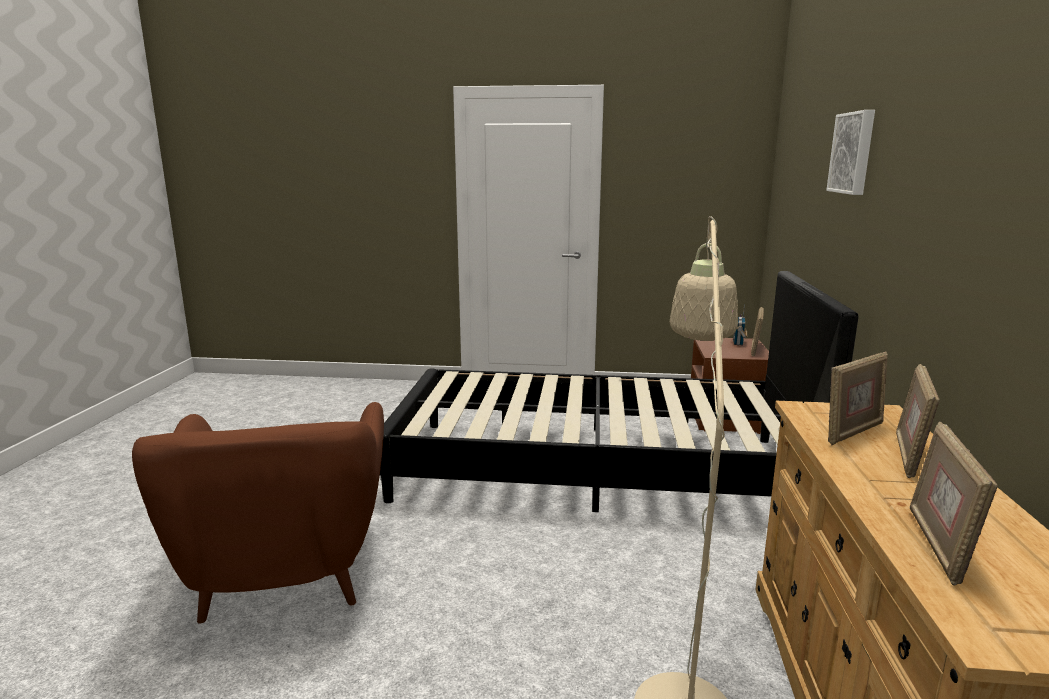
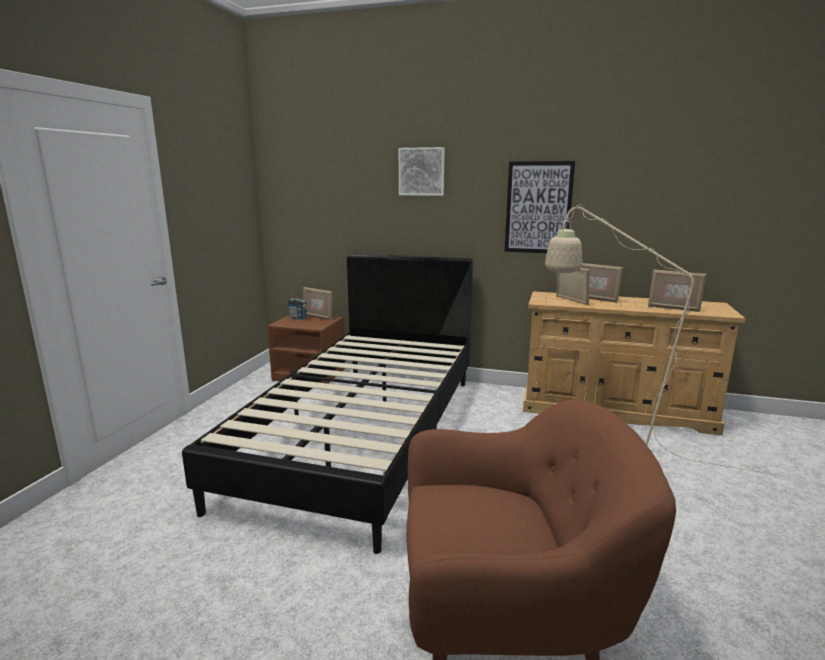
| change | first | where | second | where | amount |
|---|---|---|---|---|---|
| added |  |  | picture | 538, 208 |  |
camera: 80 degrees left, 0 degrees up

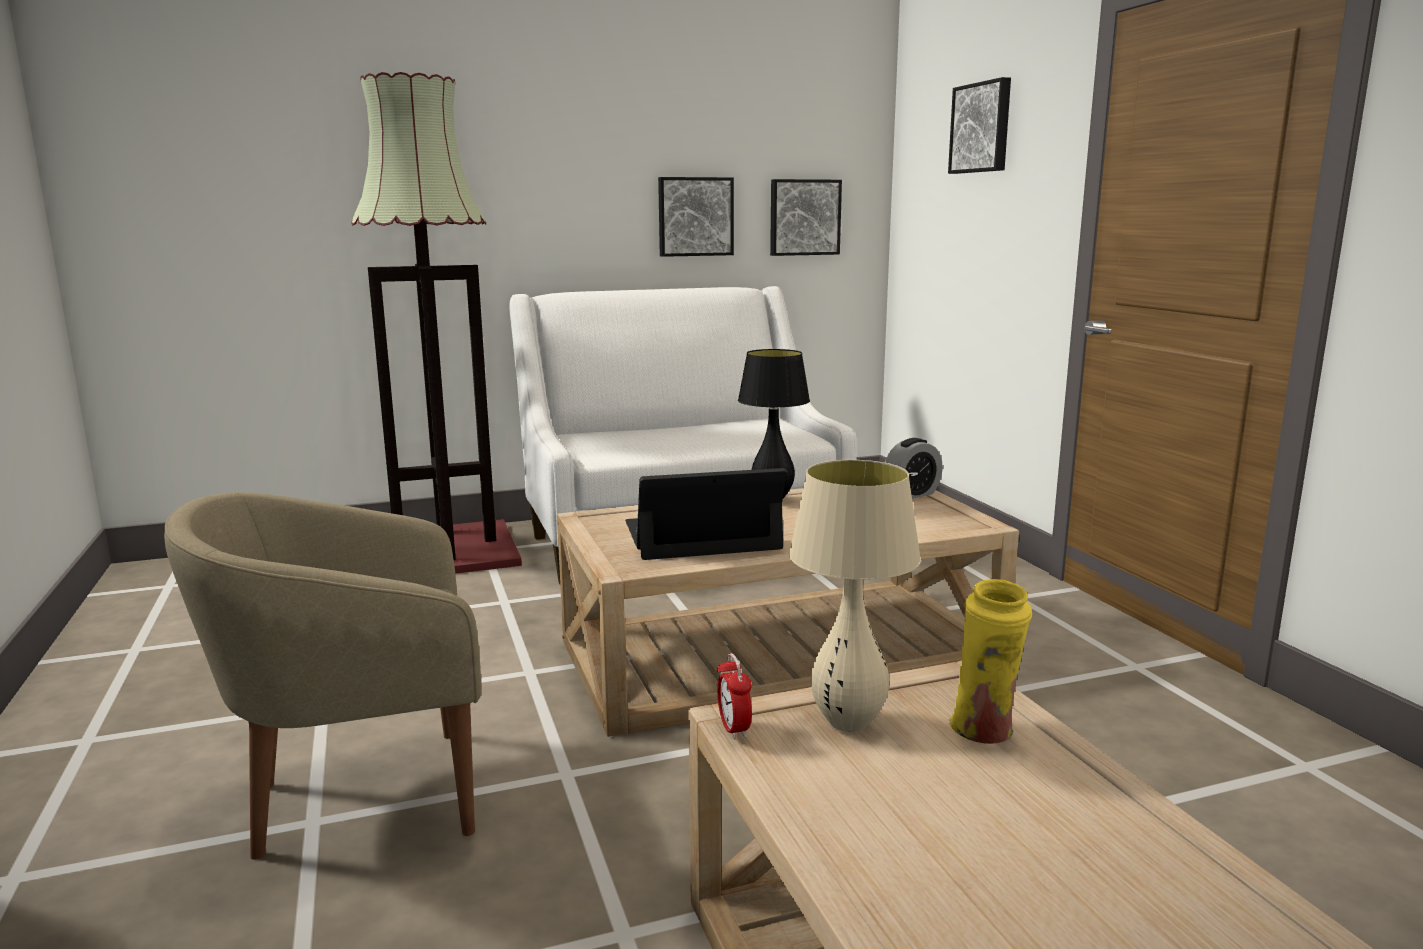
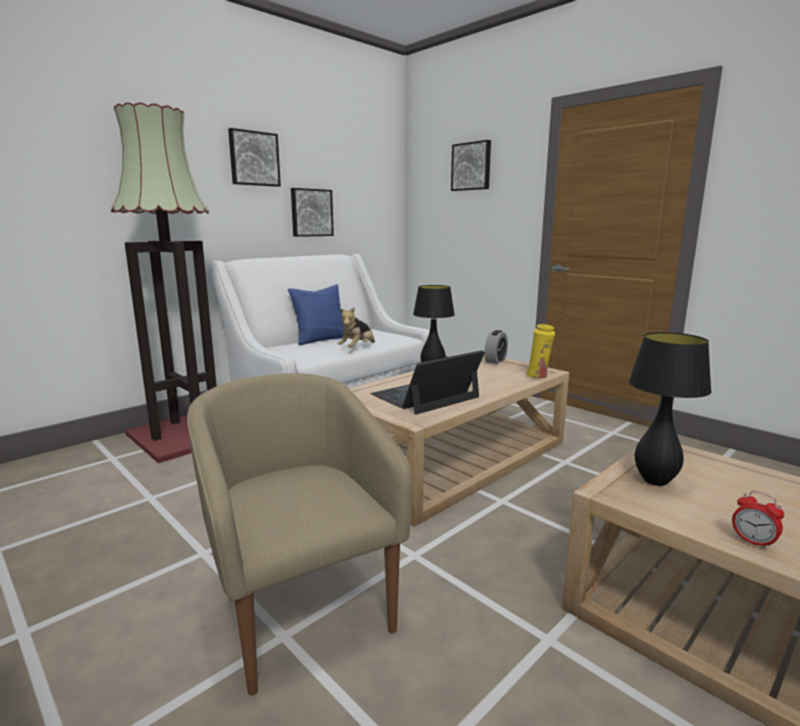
| change | first | where | second | where | amount |
|---|---|---|---|---|---|
| added |  |  | blue pillow | 321, 339 |  |
| added |  |  | soft toy | 357, 348 |  |
| moved | table clock | 734, 729 |  | 753, 542 |  |
| moved | picture | 804, 217 |  | 254, 158 |  |
| moved | yellow decorative vase | 985, 732 |  | 538, 376 |  |
| recoloured | sand-coloured tabletop lamp | 847, 724 | black tabletop lamp | 655, 481 |  |
| turned | sand-coloured lounge chair | 359, 799 |  | 300, 610 | 105 degrees clockwise |
camera: 25 degrees left, 0 degrees up

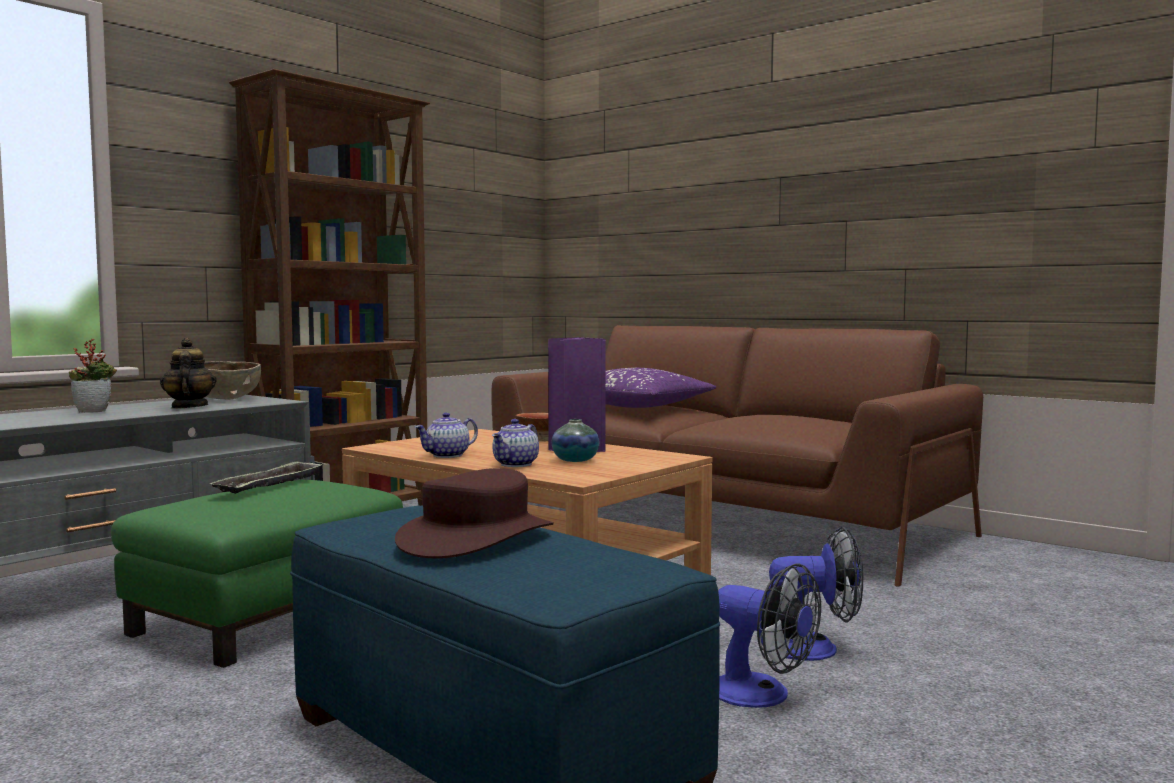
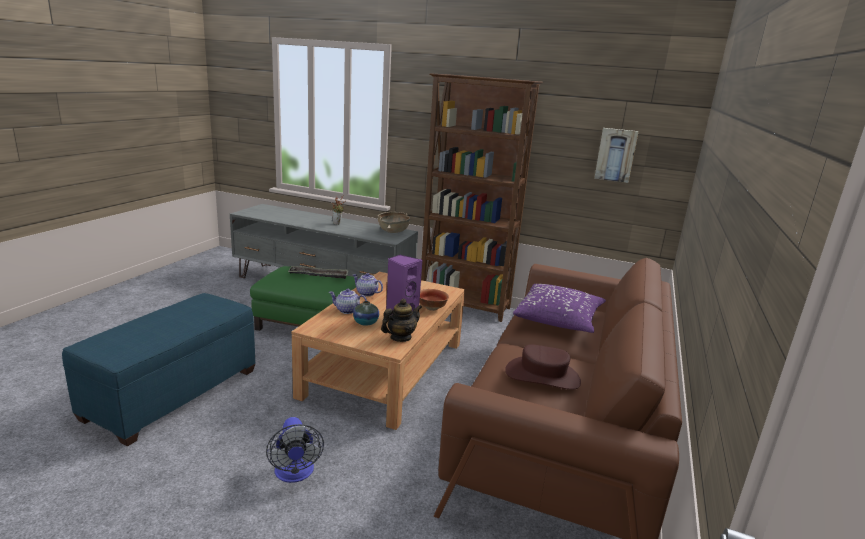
| change | first | where | second | where | amount |
|---|---|---|---|---|---|
| removed | electric fan | 761, 695 |  |  |  |
| added |  |  | picture | 616, 155 |  |
| moved | tea pot | 188, 407 |  | 400, 337 |  |
| moved | brown-coloured clothing hat | 476, 538 |  | 542, 375 |  |
camera: 70 degrees right, 15 degrees up

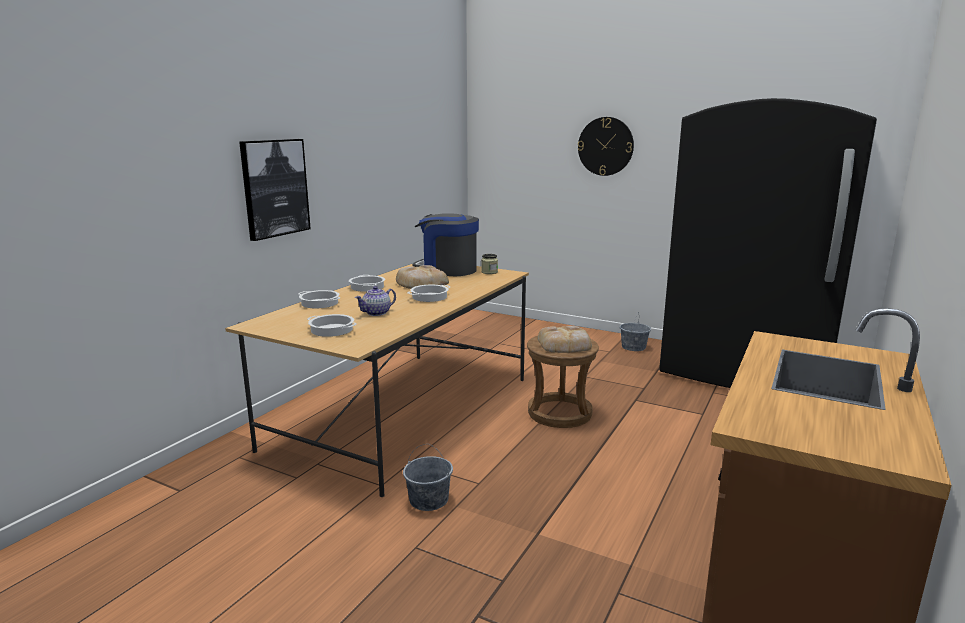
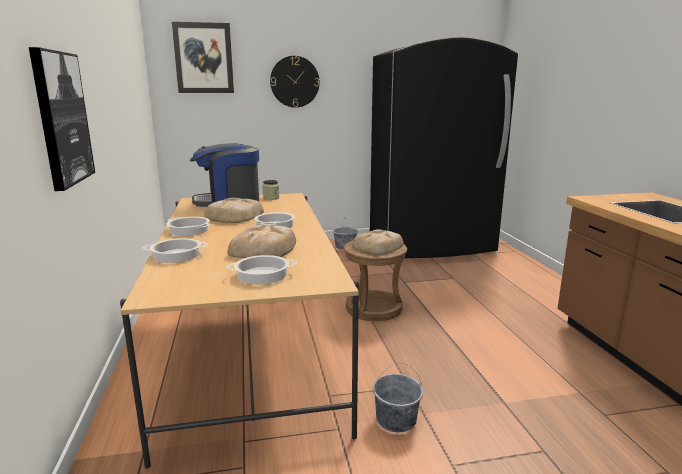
| change | first | where | second | where | amount |
|---|---|---|---|---|---|
| added |  |  | picture | 204, 58 |  |
| replaced | tea pot | 377, 313 | baked bread | 264, 249 |  |
camera: 40 degrees left, 0 degrees up

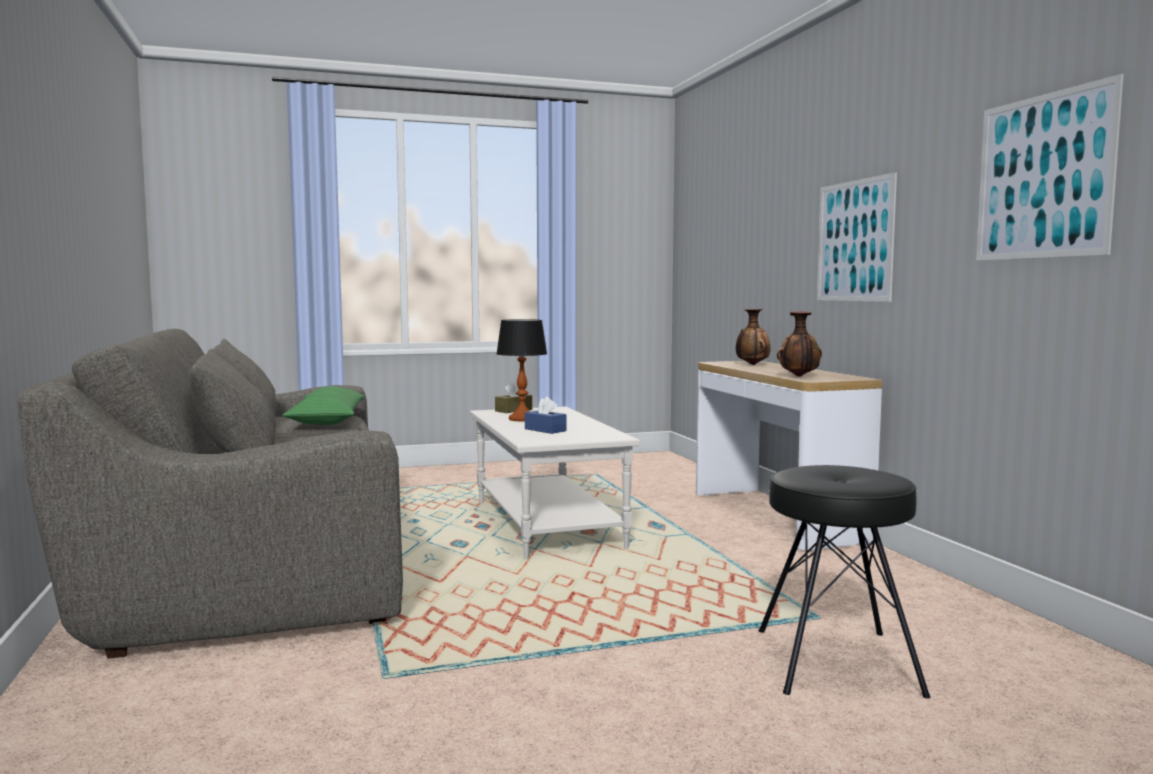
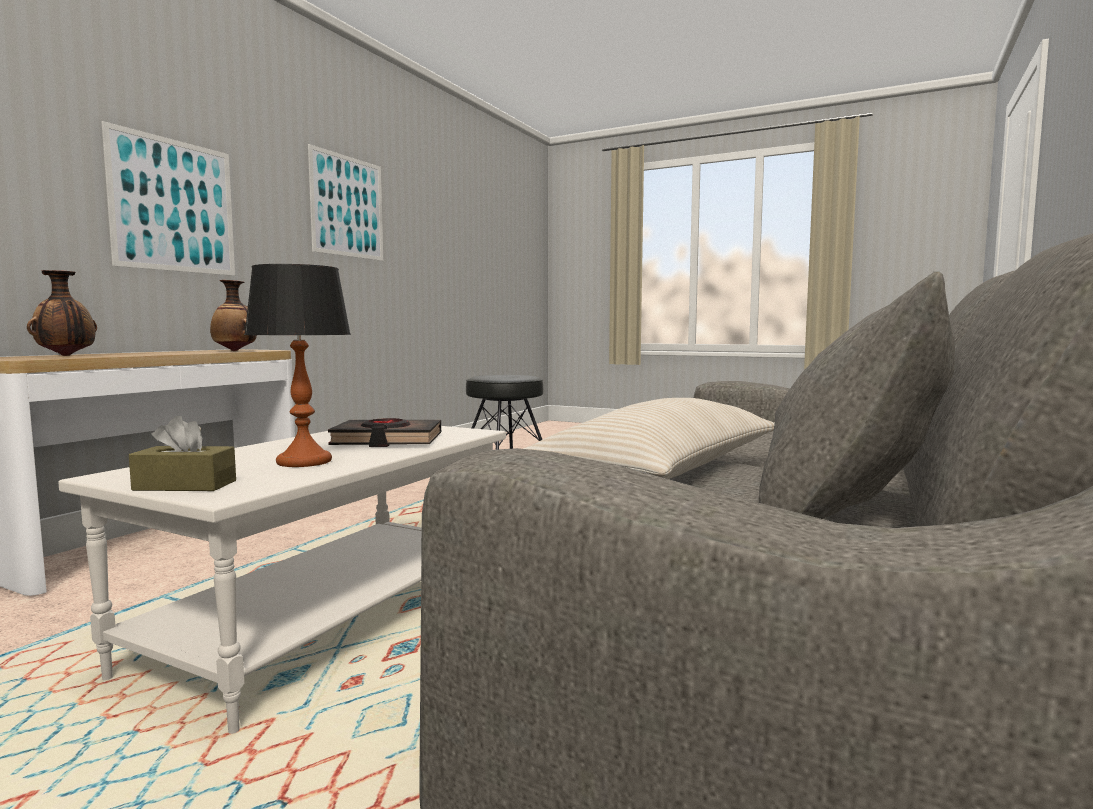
| change | first | where | second | where | amount |
|---|---|---|---|---|---|
| replaced | blue box of tissues | 545, 430 | black book | 387, 440 |  |
| recoloured | greenish pillow | 327, 420 | sand-coloured pillow | 662, 473 |  |
camera: 135 degrees left, 0 degrees up

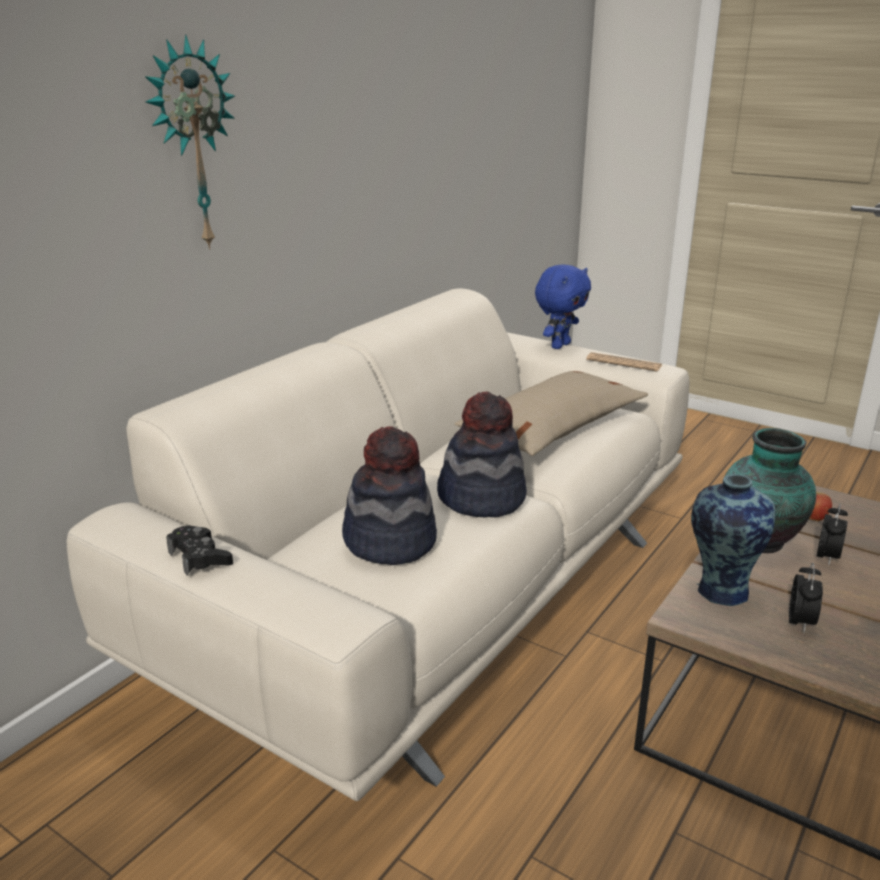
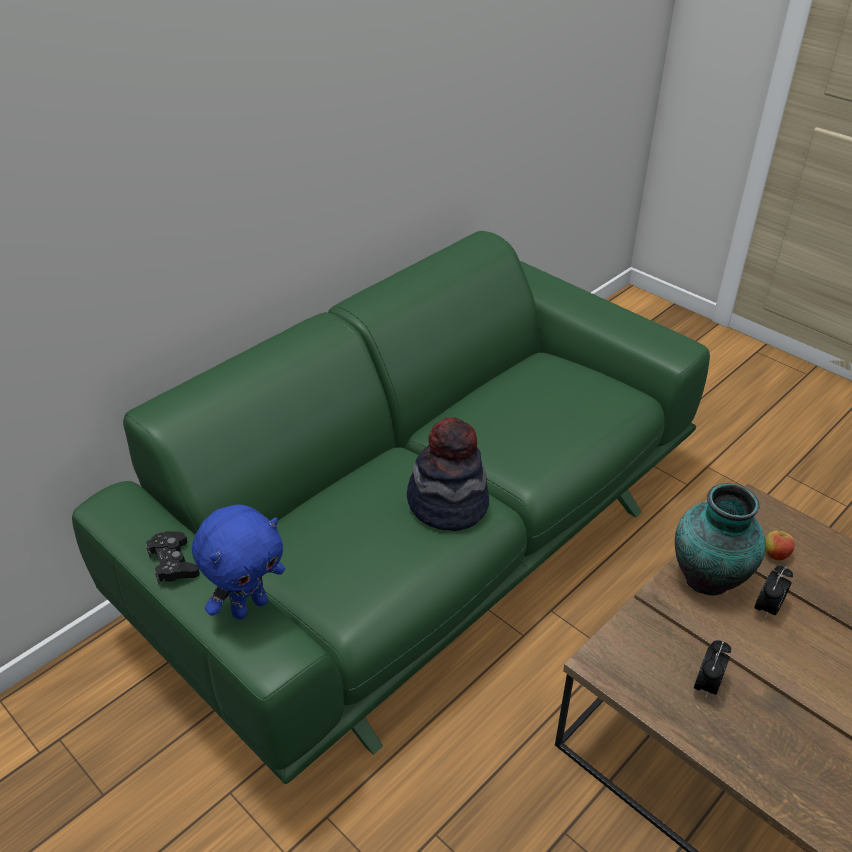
| change | first | where | second | where | amount |
|---|---|---|---|---|---|
| removed | wall clock | 192, 146 |  |  |  |
| removed | clothing hat | 390, 541 |  |  |  |
| removed | sand-coloured pillow | 552, 430 |  |  |  |
| removed | daily paper | 624, 363 |  |  |  |
| removed | decorative vase | 720, 591 |  |  |  |
| moved | blue soft toy | 559, 345 |  | 249, 606 |  |
| recoloured | sand-coloured settee | 439, 590 | greenish settee | 425, 544 |  |
camera: 10 degrees right, 15 degrees up

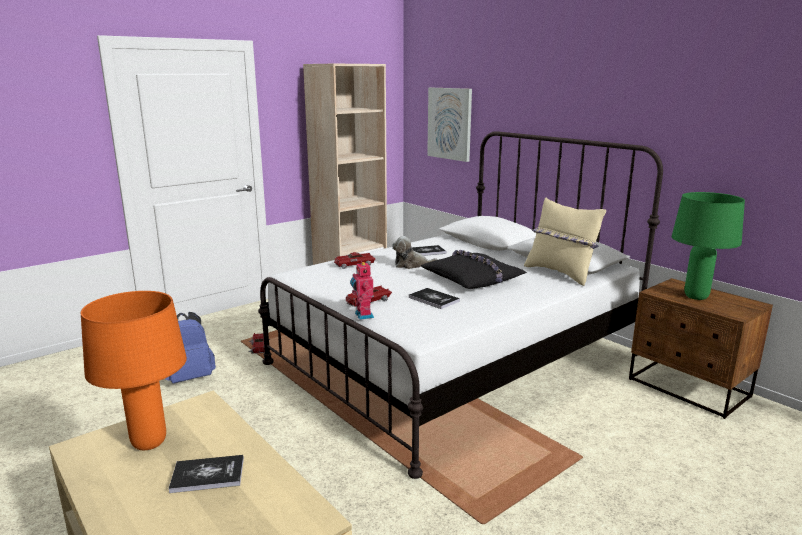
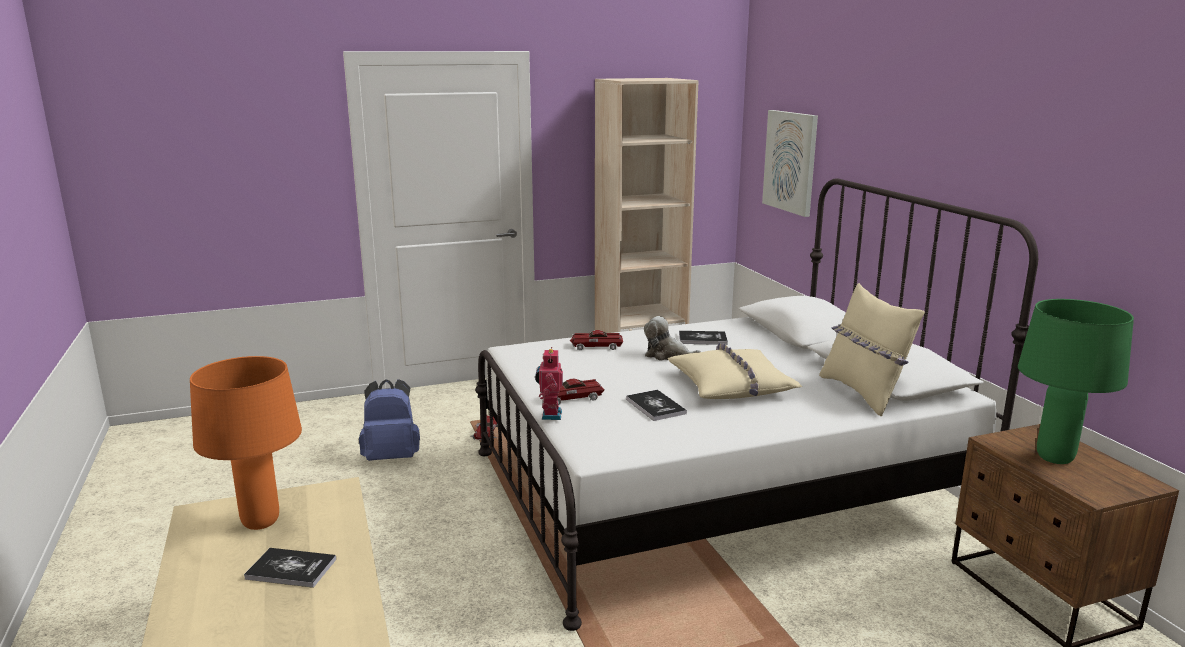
| change | first | where | second | where | amount |
|---|---|---|---|---|---|
| recoloured | black pillow | 473, 279 | sand-coloured pillow | 732, 385 |  |
camera: 20 degrees right, 0 degrees up

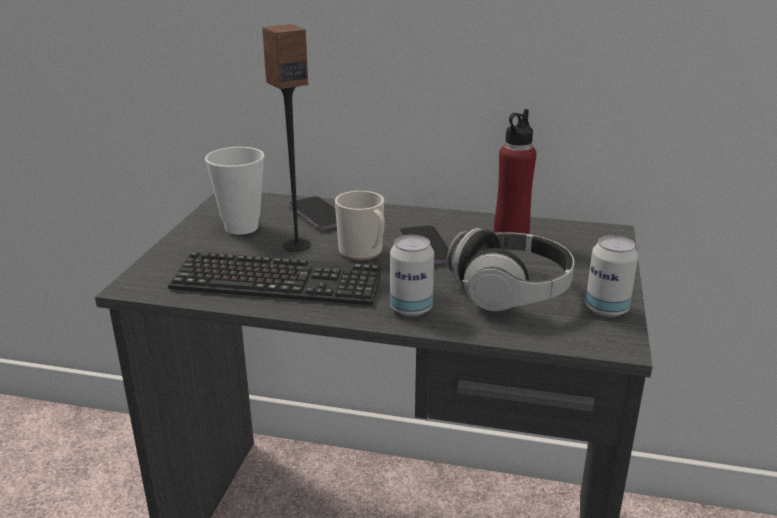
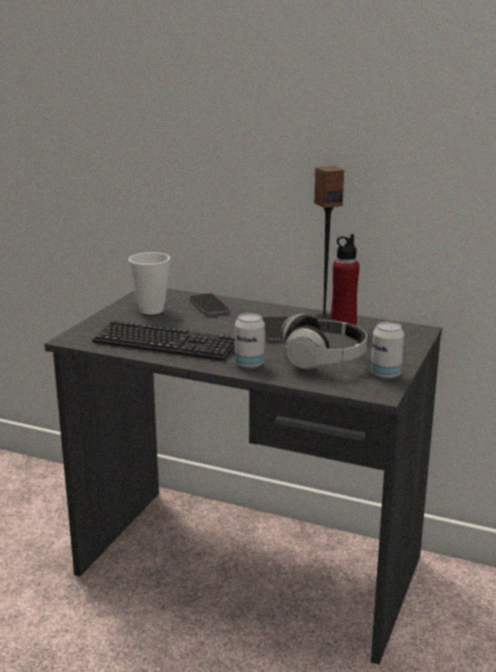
| change | first | where | second | where | amount |
|---|---|---|---|---|---|
| removed | coffee mug | 363, 252 |  |  |  |
| moved | loudspeaker | 296, 245 |  | 324, 317 |  |
camera: 10 degrees right, 5 degrees down

